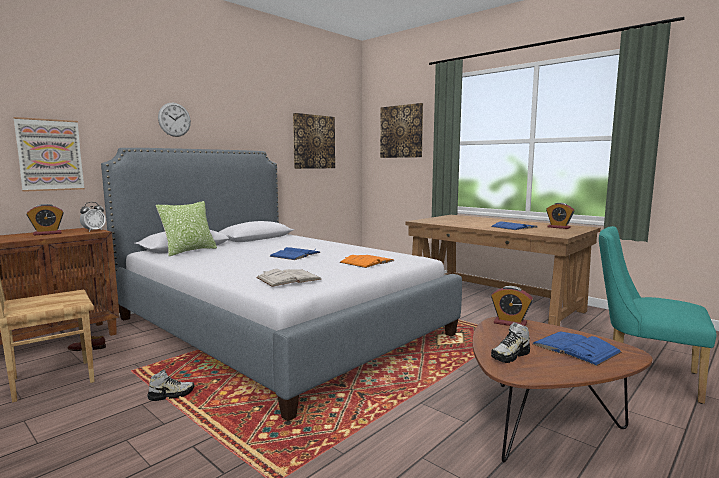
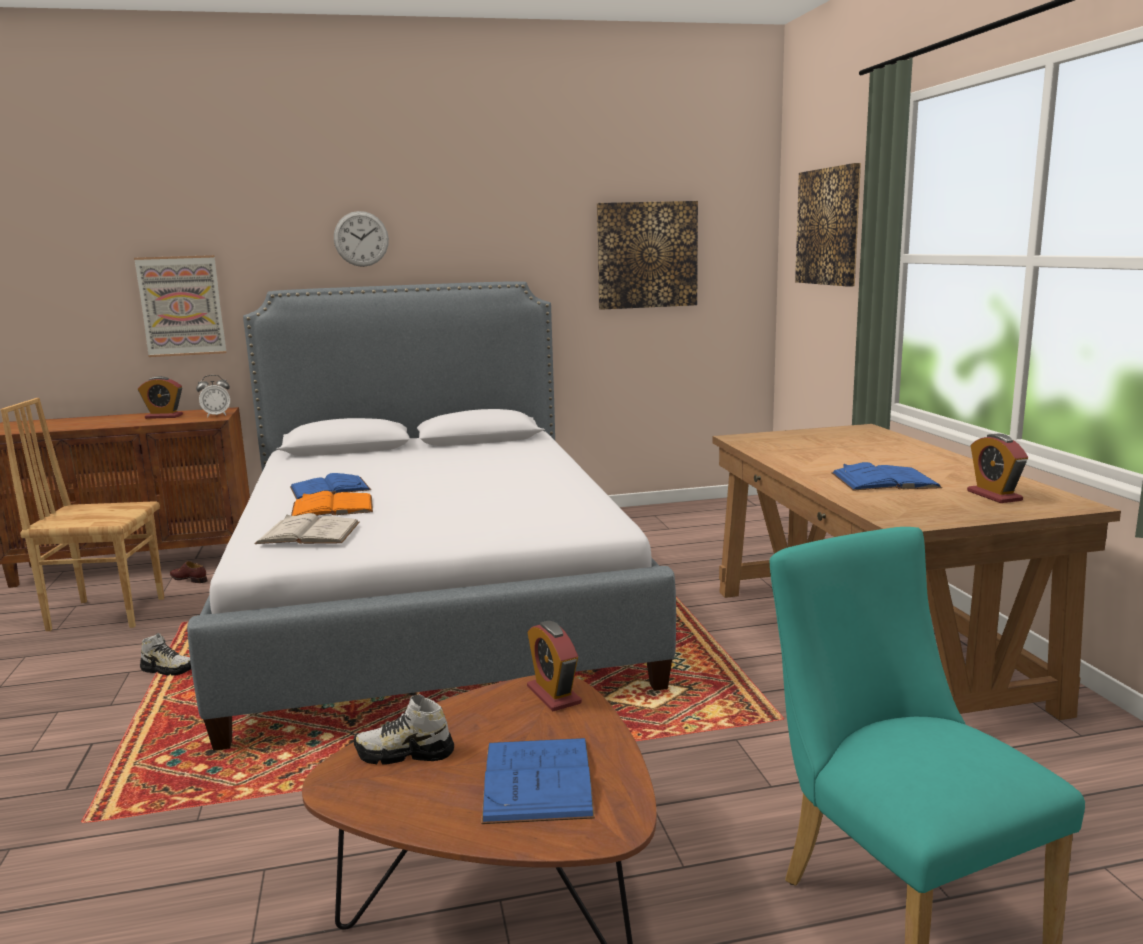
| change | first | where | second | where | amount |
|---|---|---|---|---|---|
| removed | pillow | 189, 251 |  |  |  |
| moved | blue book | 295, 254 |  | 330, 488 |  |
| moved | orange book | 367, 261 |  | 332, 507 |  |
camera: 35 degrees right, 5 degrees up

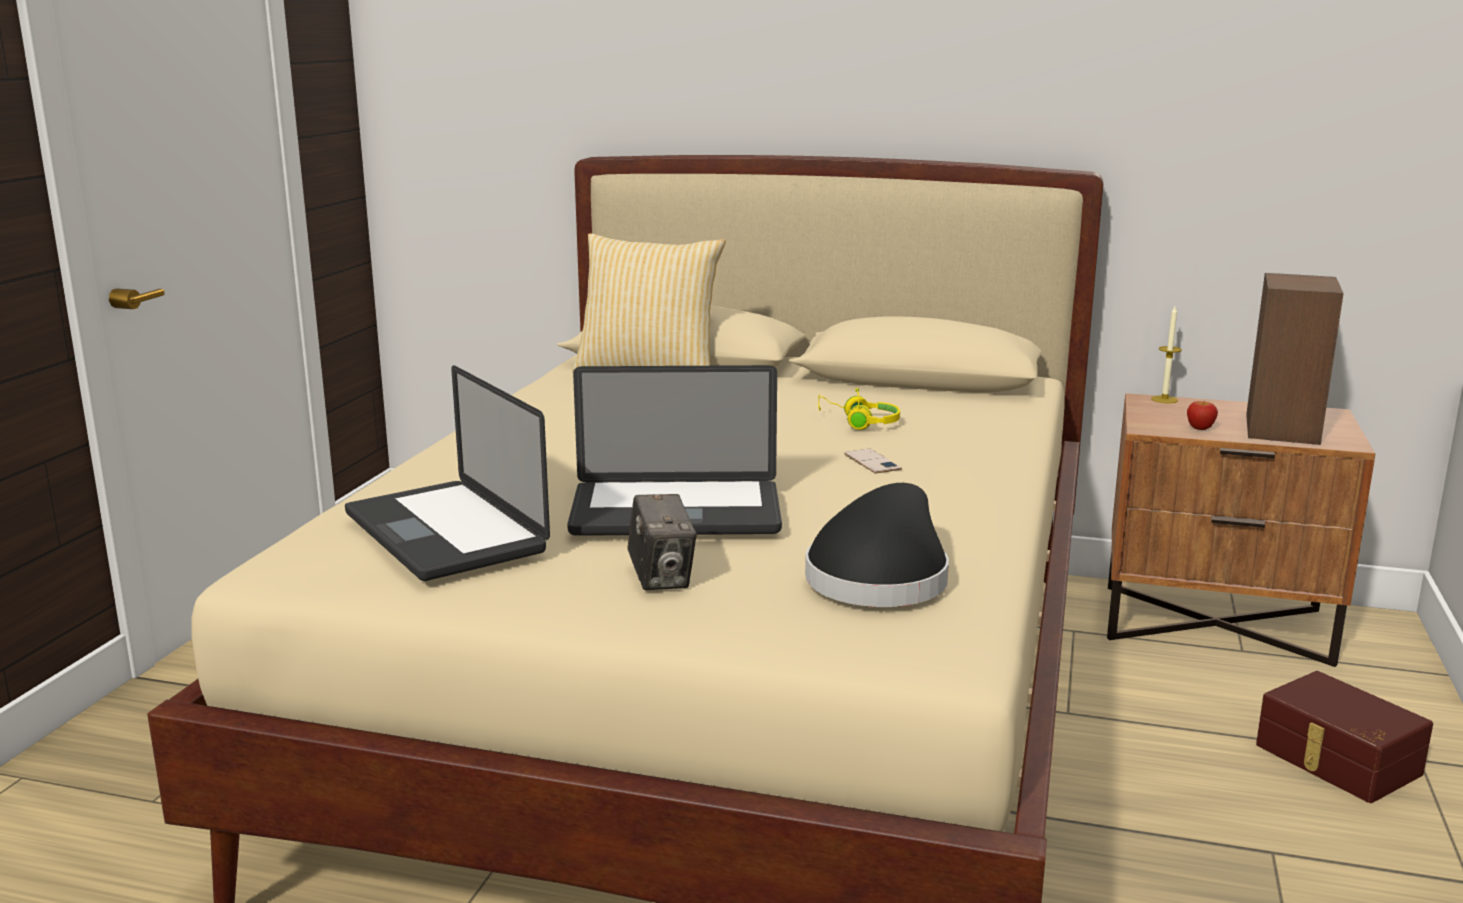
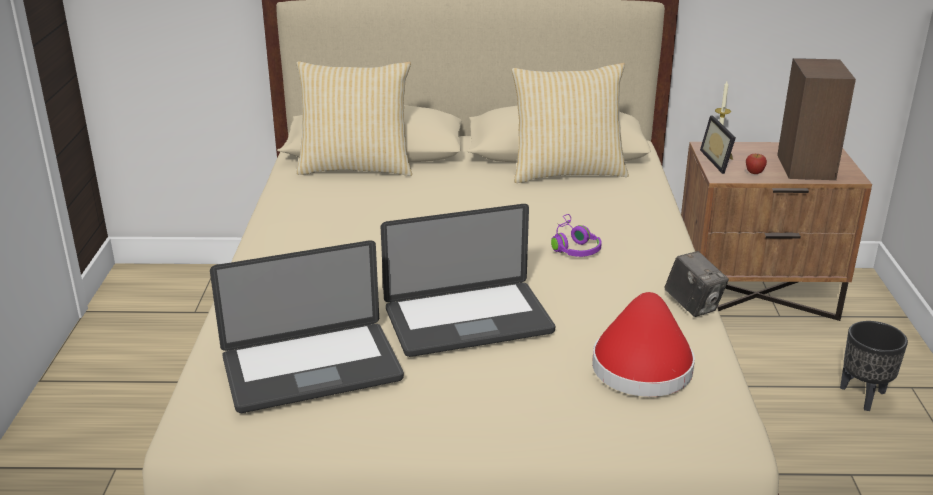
| change | first | where | second | where | amount |
|---|---|---|---|---|---|
| removed | yellow pair of headphones | 859, 423 |  |  |  |
| added |  |  | pillow | 567, 172 |  |
| added |  |  | standing frame | 720, 161 |  |
| moved | still camera | 662, 579 |  | 693, 305 |  |
| replaced | phone | 872, 462 | purple-coloured pair of headphones | 573, 247 |  |
| replaced | brown-coloured storage bin | 1336, 760 | black planter | 864, 396 |  |
| recoloured | black clothing hat | 880, 577 | reddish clothing hat | 641, 364 |  |
| turned | laptop | 444, 533 |  | 312, 369 | 60 degrees counterclockwise |
camera: 15 degrees left, 10 degrees up

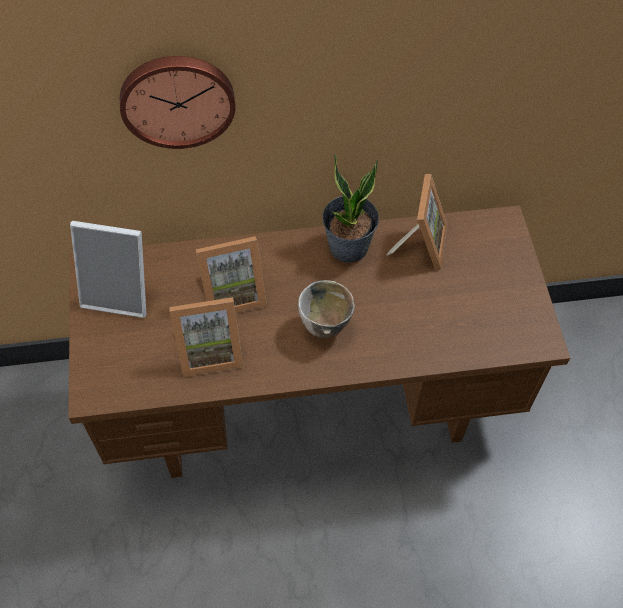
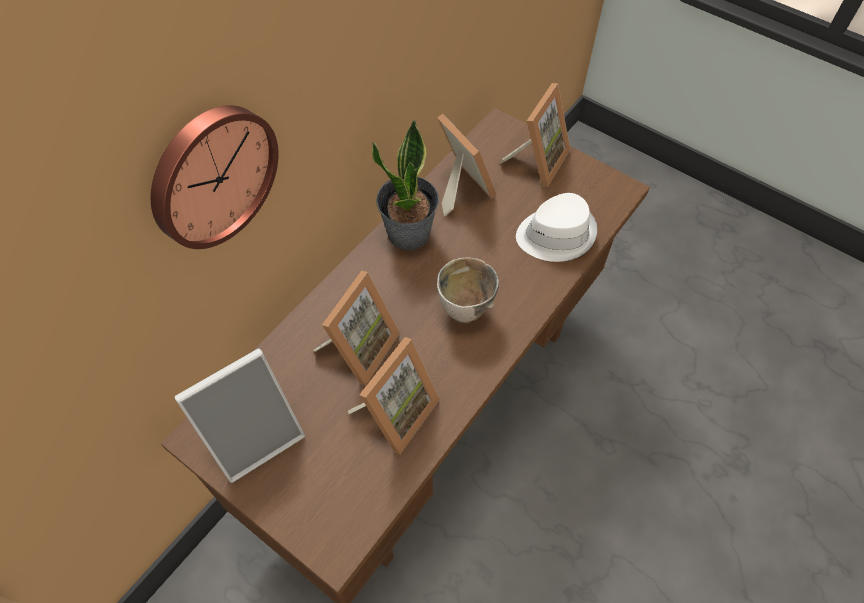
| change | first | where | second | where | amount |
|---|---|---|---|---|---|
| added |  |  | standing frame | 537, 161 |  |
| added |  |  | white clothing hat | 555, 234 |  |
camera: 45 degrees left, 0 degrees up

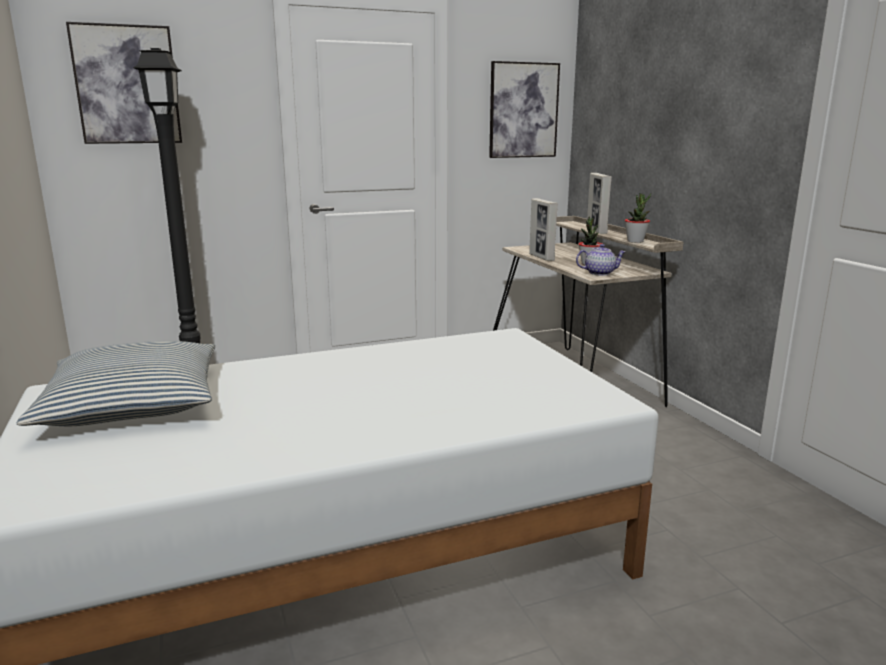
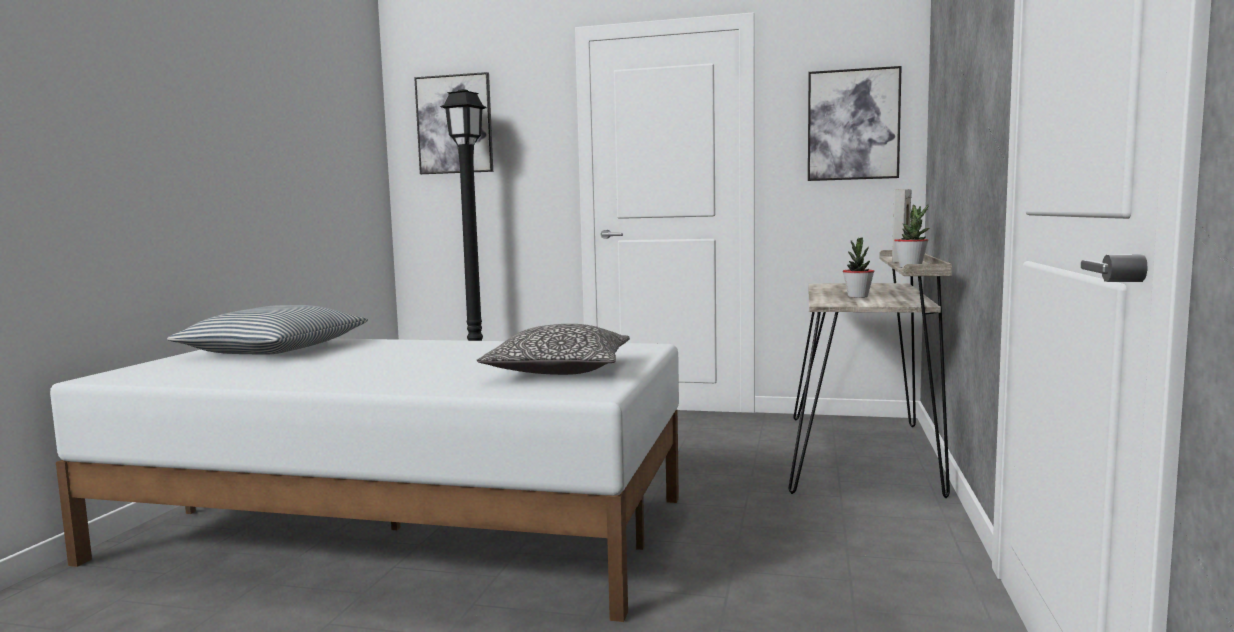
| change | first | where | second | where | amount |
|---|---|---|---|---|---|
| removed | standing frame | 541, 257 |  |  |  |
| removed | tea pot | 599, 273 |  |  |  |
| added |  |  | pillow | 559, 370 |  |
camera: 35 degrees right, 10 degrees down

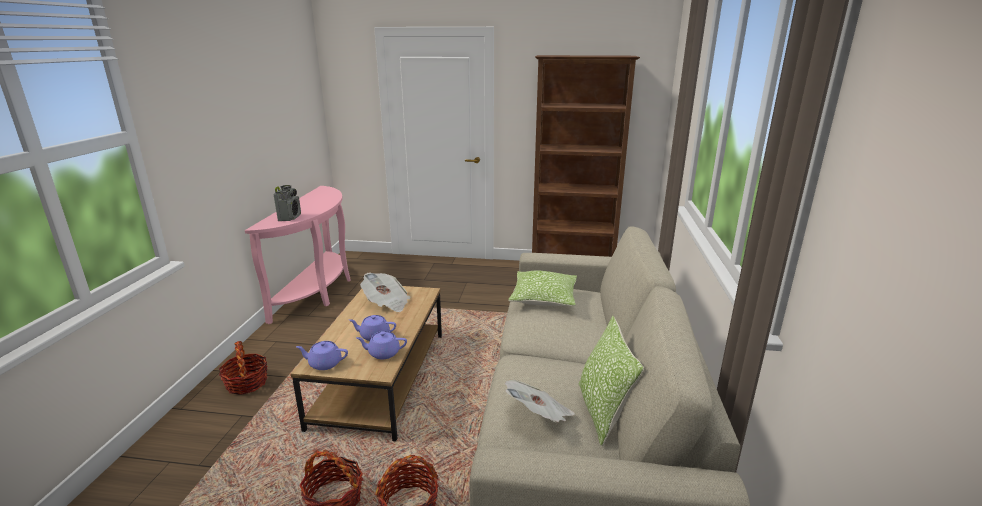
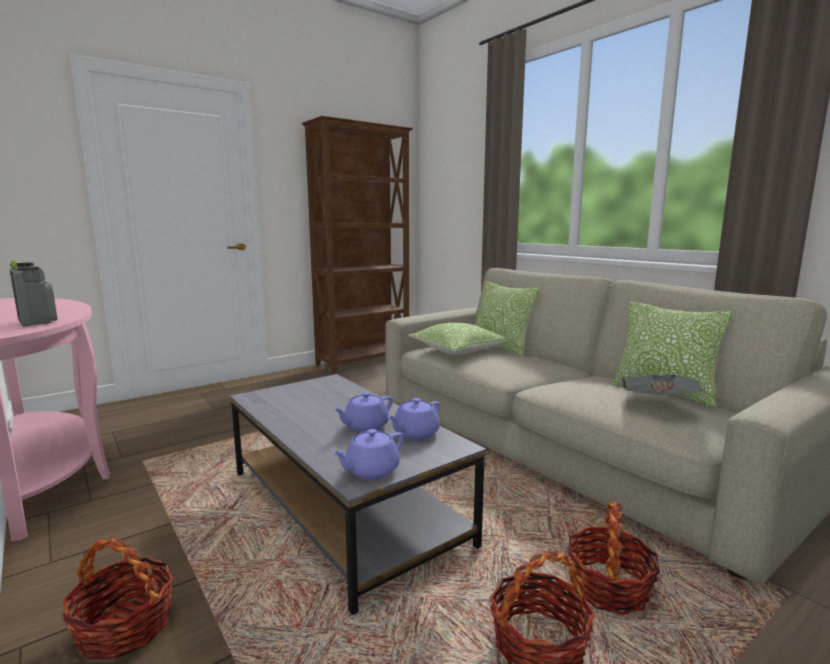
| change | first | where | second | where | amount |
|---|---|---|---|---|---|
| removed | daily paper | 387, 303 |  |  |  |
| added |  |  | pillow | 501, 347 |  |
| recoloured | brown-coloured low table | 382, 378 | gray low table | 344, 506 |  |
camera: 45 degrees left, 10 degrees down

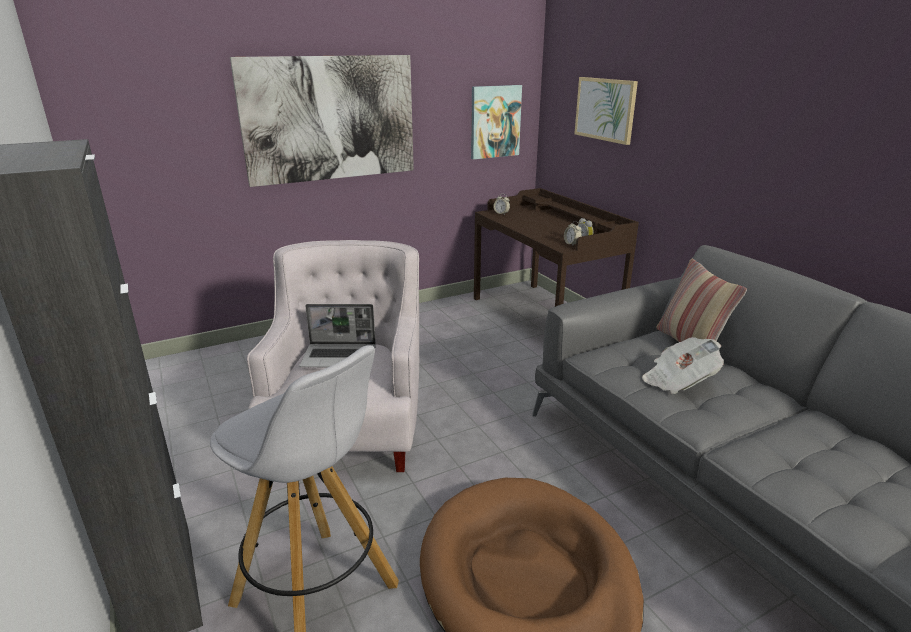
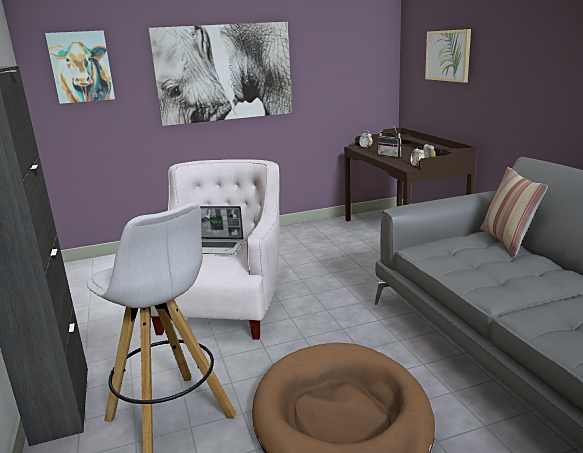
| change | first | where | second | where | amount |
|---|---|---|---|---|---|
| removed | daily paper | 678, 381 |  |  |  |
| added |  |  | radio | 391, 155 |  |
| moved | picture | 495, 121 |  | 81, 67 |  |
camera: 10 degrees right, 5 degrees down

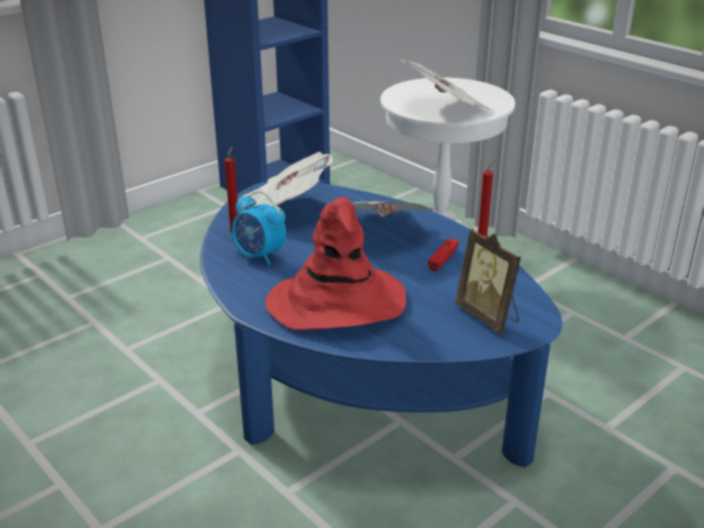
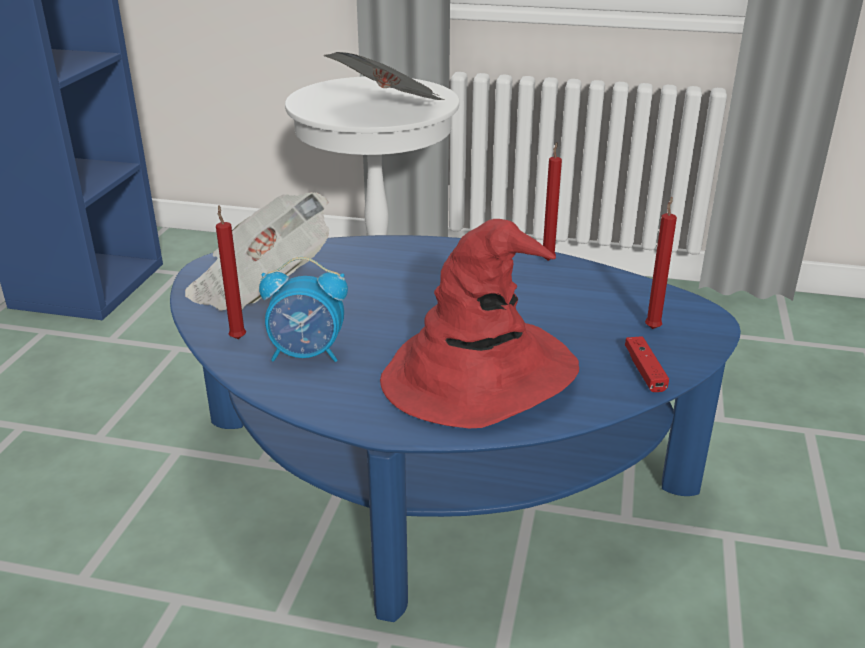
| change | first | where | second | where | amount |
|---|---|---|---|---|---|
| removed | daily paper | 383, 231 |  |  |  |
| moved | reddish game controller | 443, 259 |  | 644, 371 |  |
| replaced | standing frame | 488, 316 | reddish wax candle | 653, 327 |  |
camera: 35 degrees left, 0 degrees up

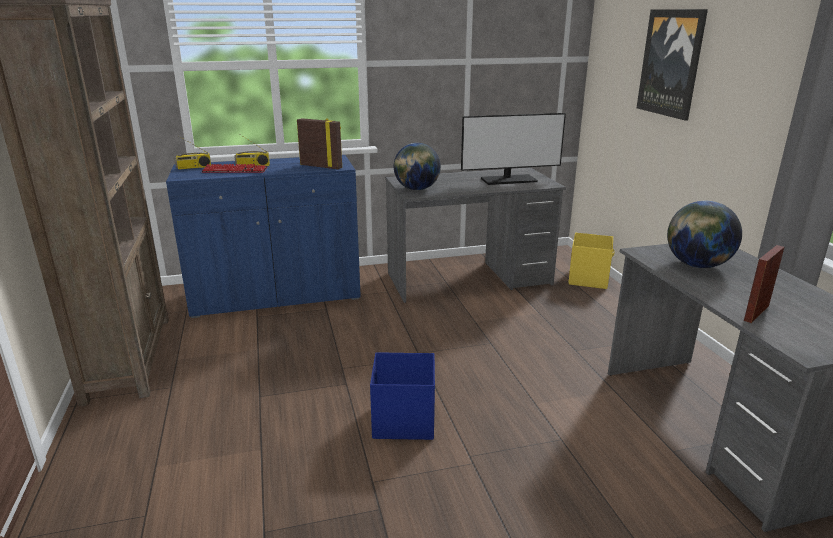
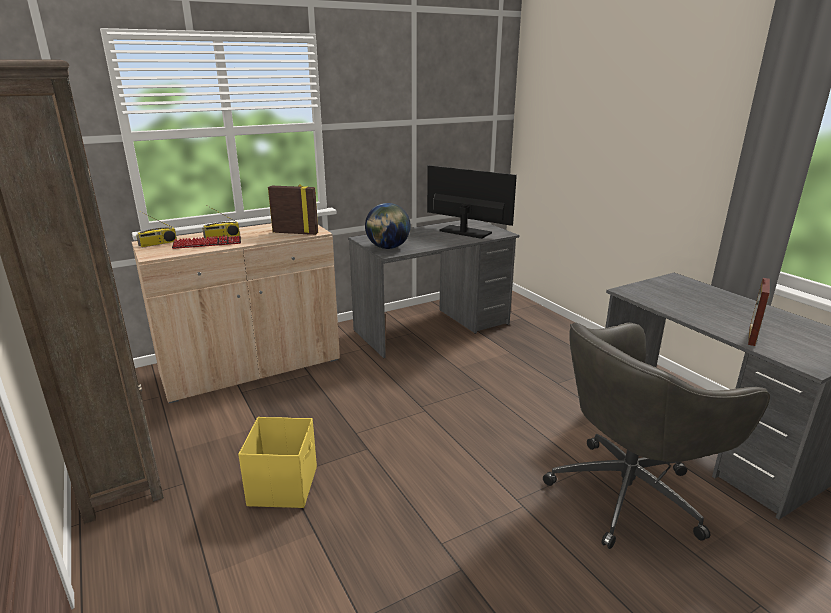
| change | first | where | second | where | amount |
|---|---|---|---|---|---|
| removed | blue storage bin | 403, 421 |  |  |  |
| removed | picture | 671, 63 |  |  |  |
| removed | world globe | 697, 265 |  |  |  |
| added |  |  | gray desk chair | 629, 492 |  |
| moved | yellow storage bin | 588, 279 |  | 284, 485 |  |
| recoloured | blue cupboard | 276, 296 | sand-coloured cupboard | 251, 367 |  |
| turned | monitor | 508, 180 |  | 465, 232 | 120 degrees counterclockwise |
camera: 15 degrees left, 0 degrees up

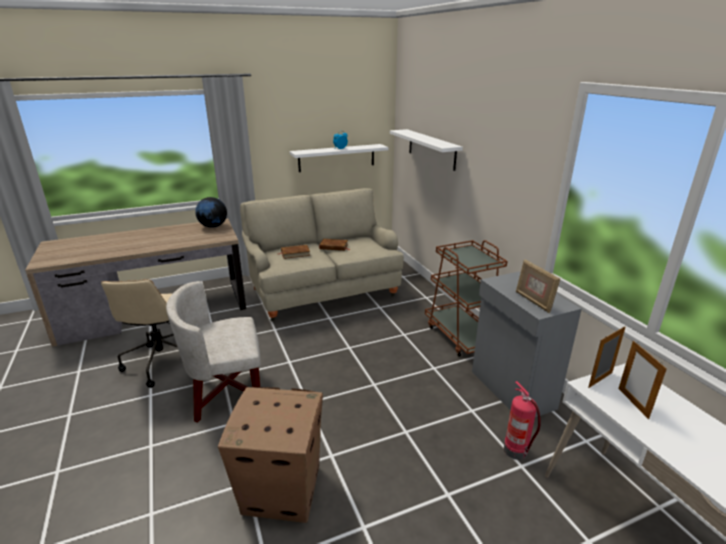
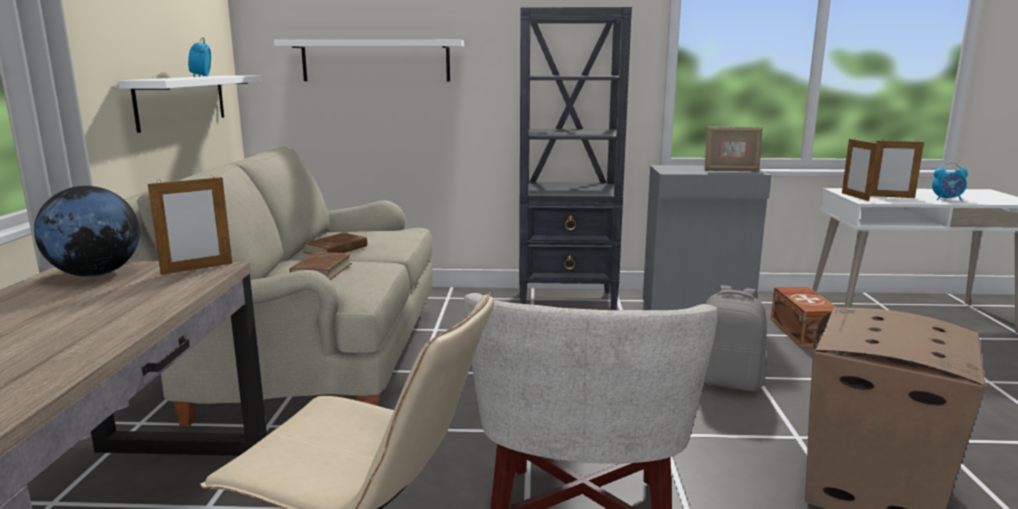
| change | first | where | second | where | amount |
|---|---|---|---|---|---|
| added |  |  | standing frame | 197, 268 |  |
| added |  |  | gray rucksack | 728, 382 |  |
| added |  |  | table clock | 947, 199 |  |
| replaced | brown-coloured cart | 461, 335 | black bookshelf | 568, 302 |  |
| replaced | fire extinguisher | 516, 451 | brown-coloured storage bin | 803, 332 |  |
camera: 65 degrees left, 10 degrees down

